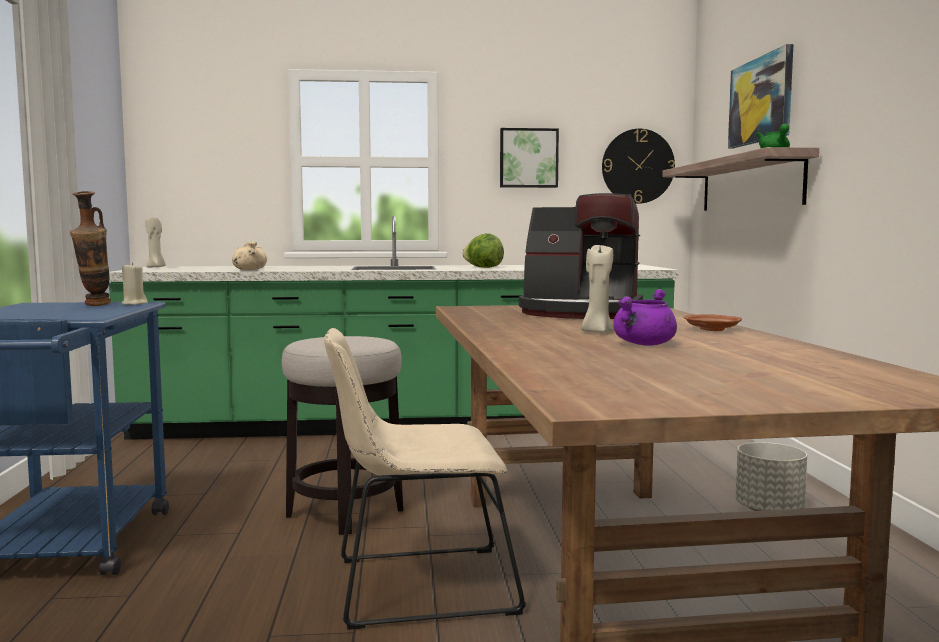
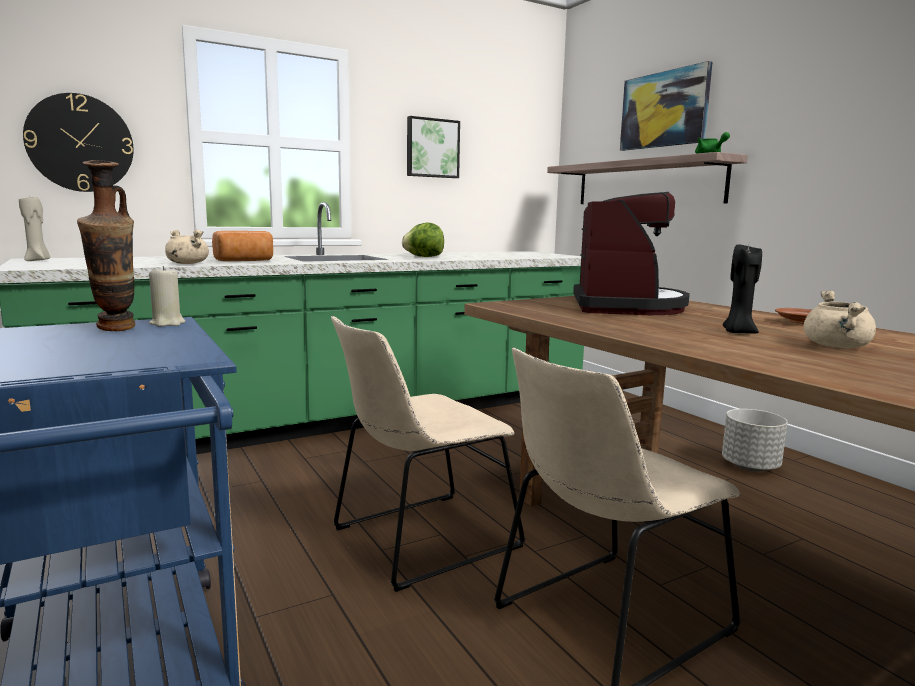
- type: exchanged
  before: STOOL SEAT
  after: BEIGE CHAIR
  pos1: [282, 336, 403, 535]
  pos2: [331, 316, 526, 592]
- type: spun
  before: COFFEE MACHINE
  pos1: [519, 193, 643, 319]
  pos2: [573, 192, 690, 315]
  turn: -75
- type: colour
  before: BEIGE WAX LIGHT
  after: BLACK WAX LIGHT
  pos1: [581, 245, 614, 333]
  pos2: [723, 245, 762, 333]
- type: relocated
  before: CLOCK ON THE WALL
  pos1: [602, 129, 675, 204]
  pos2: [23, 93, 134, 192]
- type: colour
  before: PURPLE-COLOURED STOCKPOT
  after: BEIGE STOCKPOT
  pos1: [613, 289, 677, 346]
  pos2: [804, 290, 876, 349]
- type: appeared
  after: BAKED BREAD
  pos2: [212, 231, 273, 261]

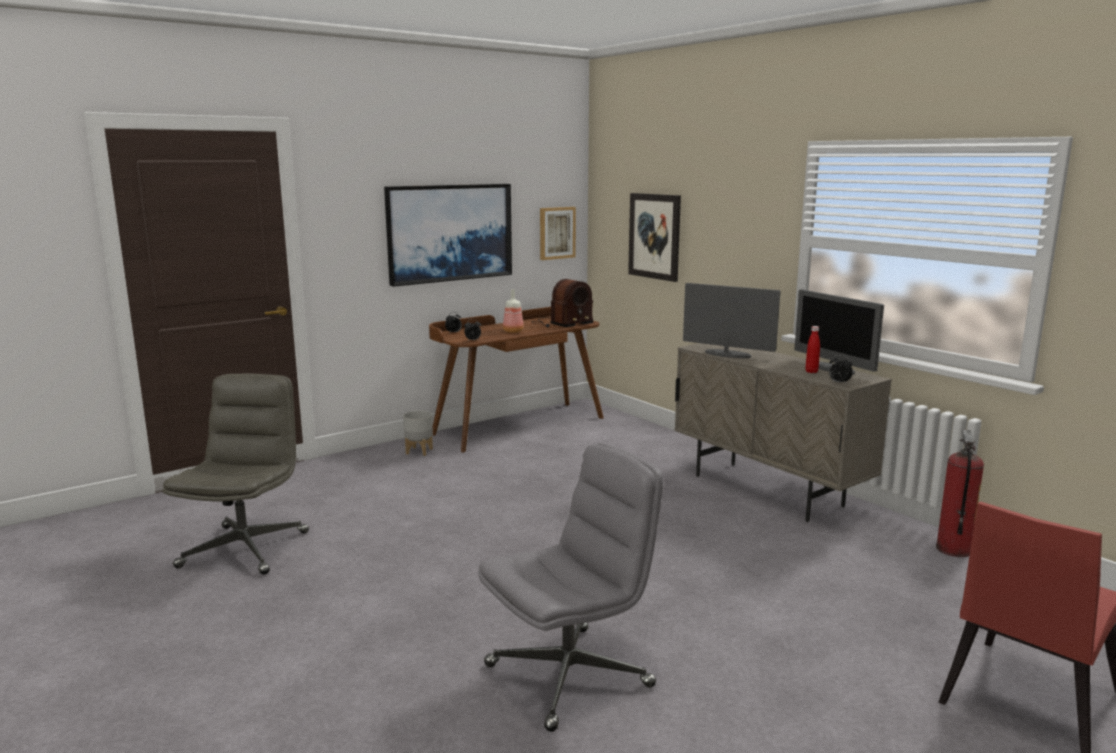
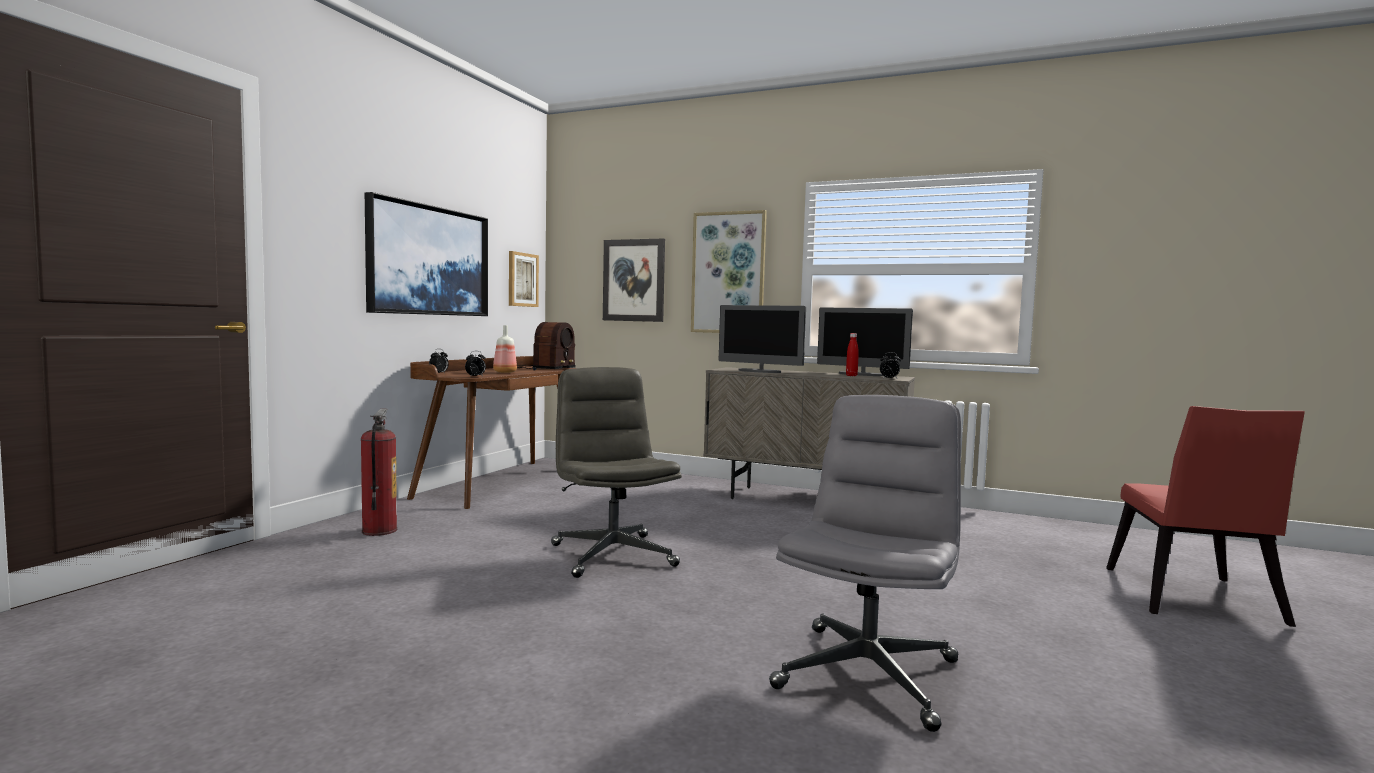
- type: relocated
  before: GREYISH COMPUTER CHAIR
  pos1: [163, 374, 309, 575]
  pos2: [551, 367, 682, 578]
- type: missing
  before: GREYISH PLANTER
  pos1: [403, 410, 433, 456]
- type: spun
  before: MONITOR
  pos1: [683, 283, 781, 358]
  pos2: [718, 305, 806, 373]
  turn: -150
- type: relocated
  before: FIRE EXTINGUISHER
  pos1: [936, 430, 984, 557]
  pos2: [361, 409, 397, 536]
- type: appeared
  after: WALL PICTURE
  pos2: [691, 210, 767, 333]

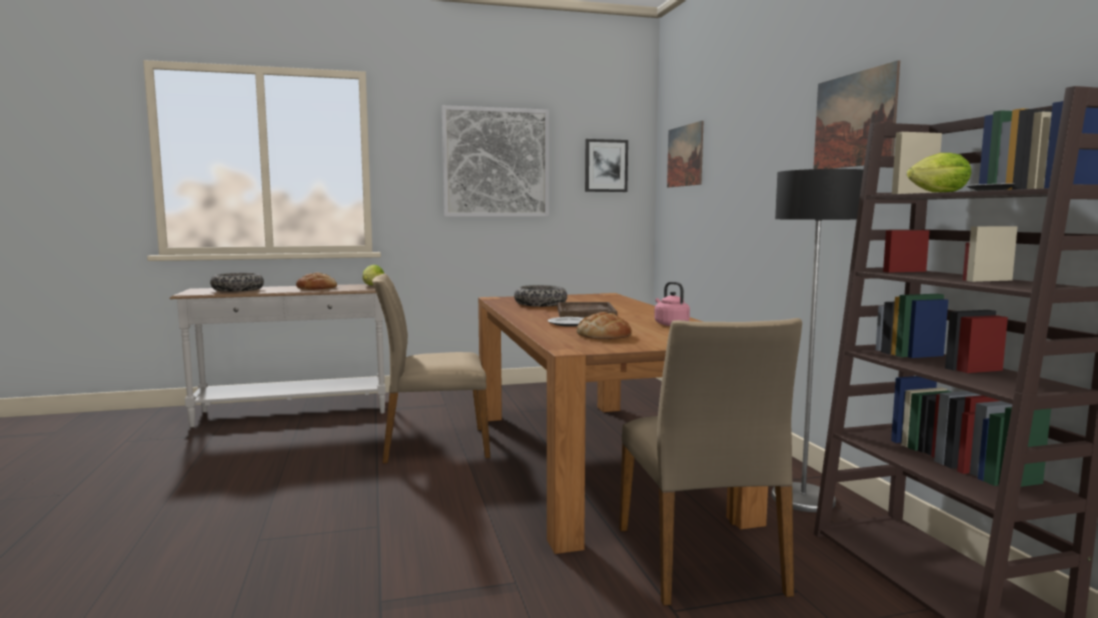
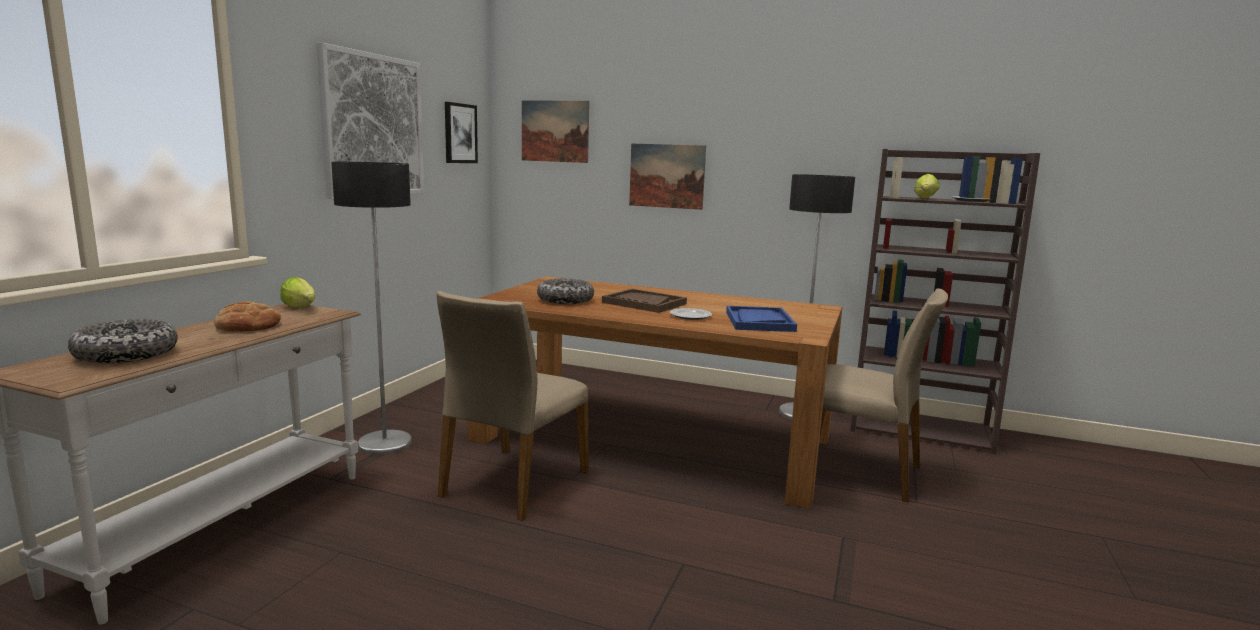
- type: exchanged
  before: BAKED BREAD
  after: BLUISH CARRYING TRAY
  pos1: [577, 312, 632, 339]
  pos2: [726, 306, 797, 332]
- type: missing
  before: PINKISH KETTLE
  pos1: [654, 282, 690, 326]
- type: relocated
  before: WALL PICTURE
  pos1: [814, 60, 900, 169]
  pos2: [629, 143, 706, 210]
- type: appeared
  after: STANDING LAMP
  pos2: [331, 162, 412, 455]

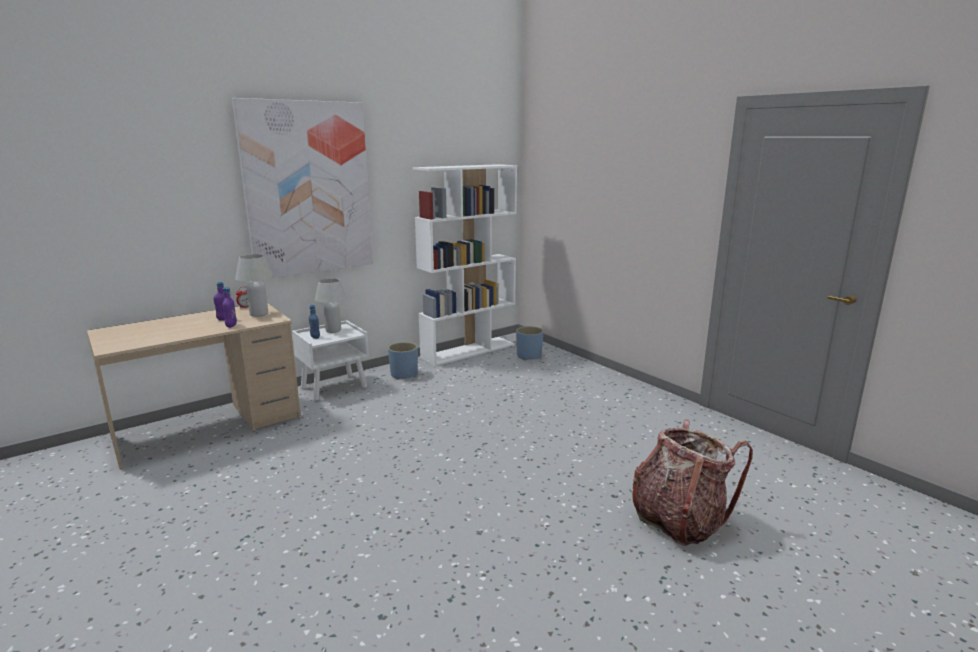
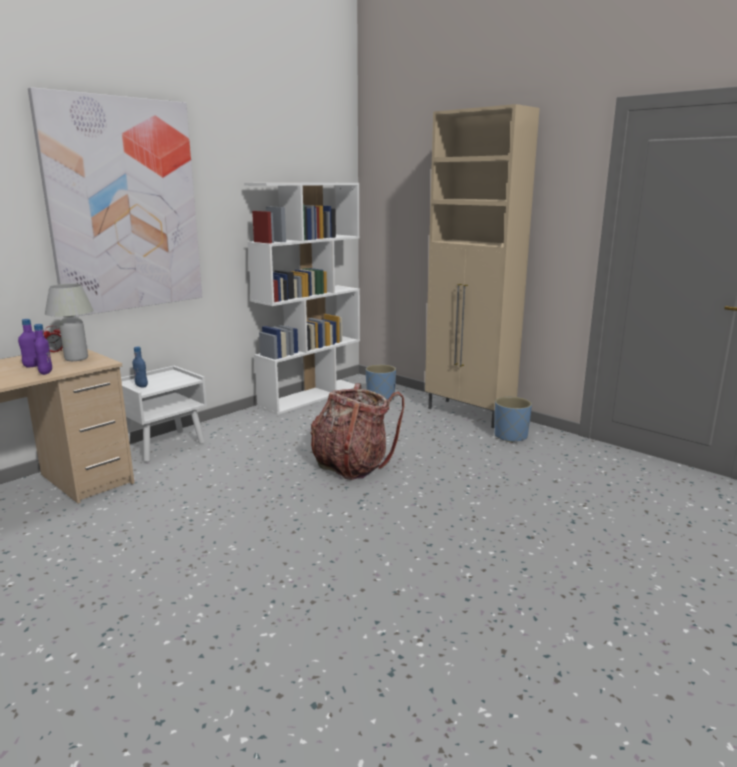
- type: missing
  before: WHITISH TABLE LAMP
  pos1: [315, 278, 347, 333]
- type: relocated
  before: BLUISH PLANTER
  pos1: [388, 342, 418, 380]
  pos2: [494, 397, 532, 443]
- type: relocated
  before: BACKPACK
  pos1: [632, 419, 753, 546]
  pos2: [310, 383, 405, 480]
- type: appeared
  after: BEIGE CUPBOARD
  pos2: [425, 104, 540, 428]

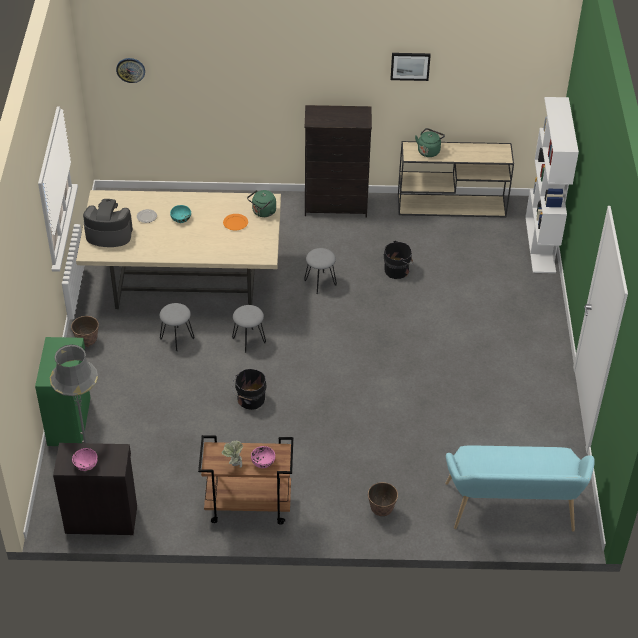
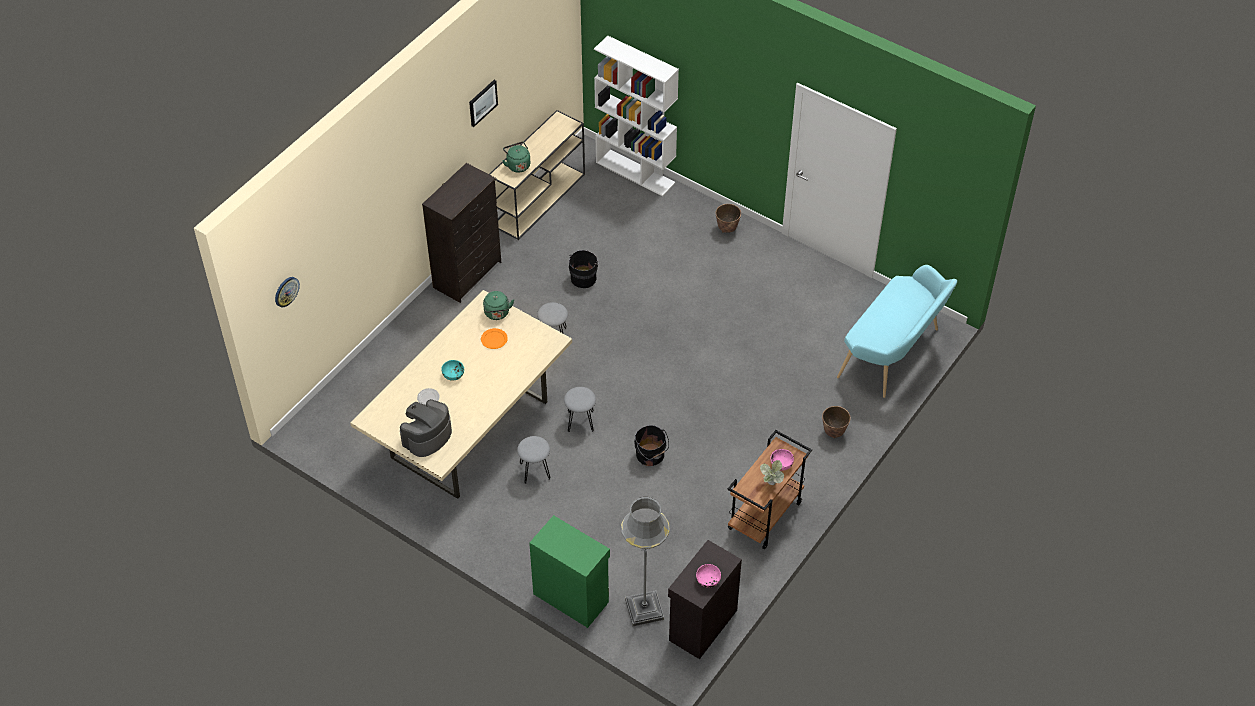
- type: relocated
  before: PLANTER
  pos1: [71, 316, 99, 347]
  pos2: [715, 204, 741, 233]

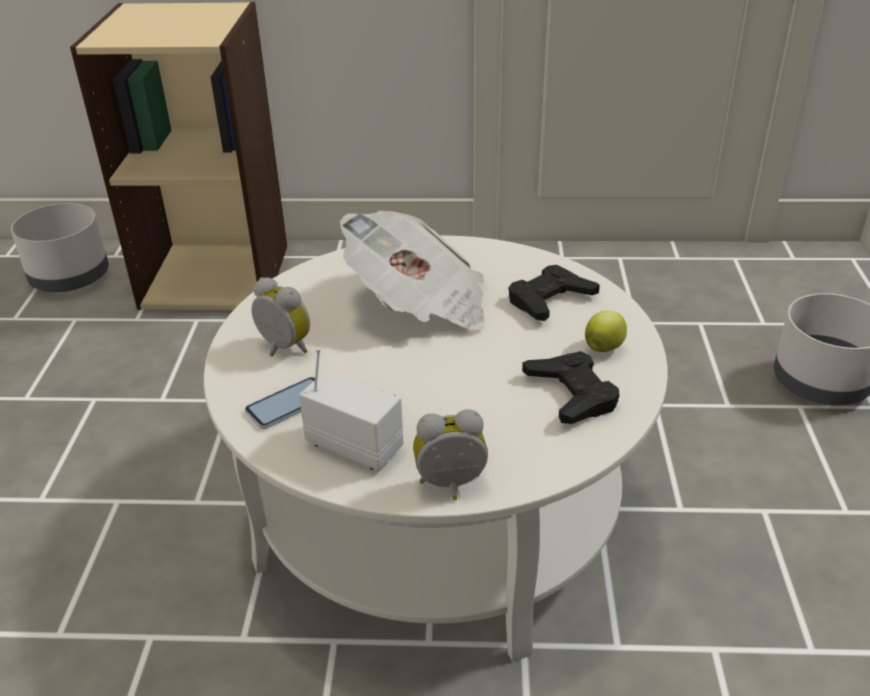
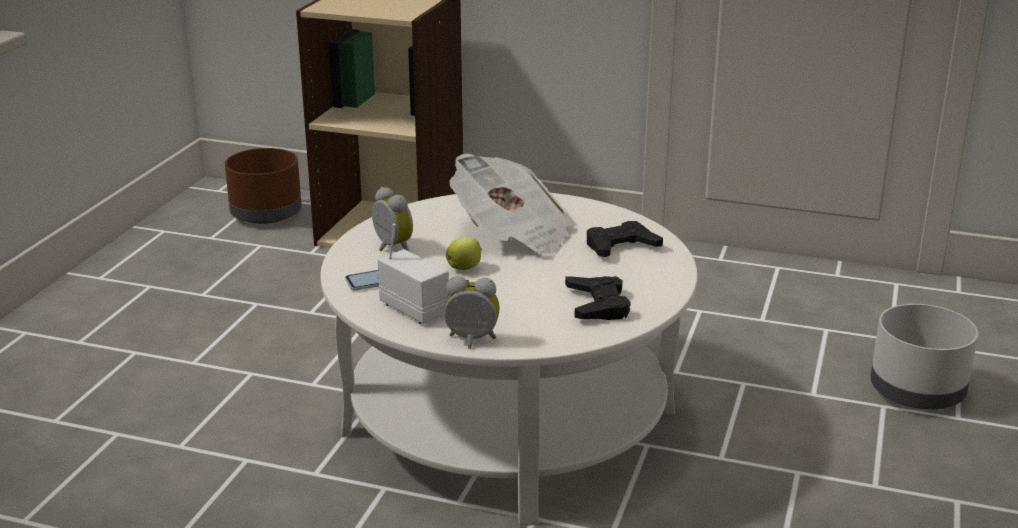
- type: colour
  before: GREYISH PLANTER
  after: BROWN-COLOURED PLANTER
  pos1: [11, 203, 109, 292]
  pos2: [225, 148, 302, 224]
- type: relocated
  before: WHOLE APPLE
  pos1: [585, 311, 627, 352]
  pos2: [446, 237, 482, 270]

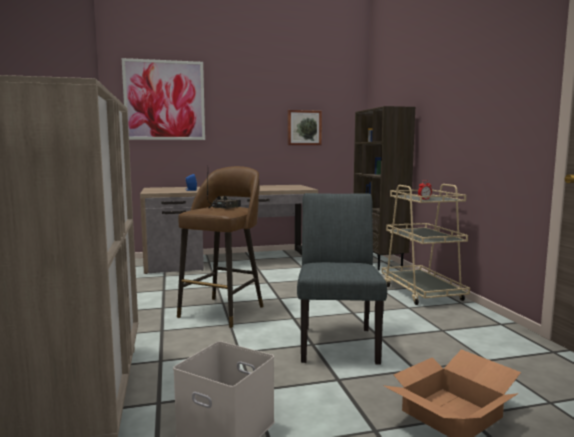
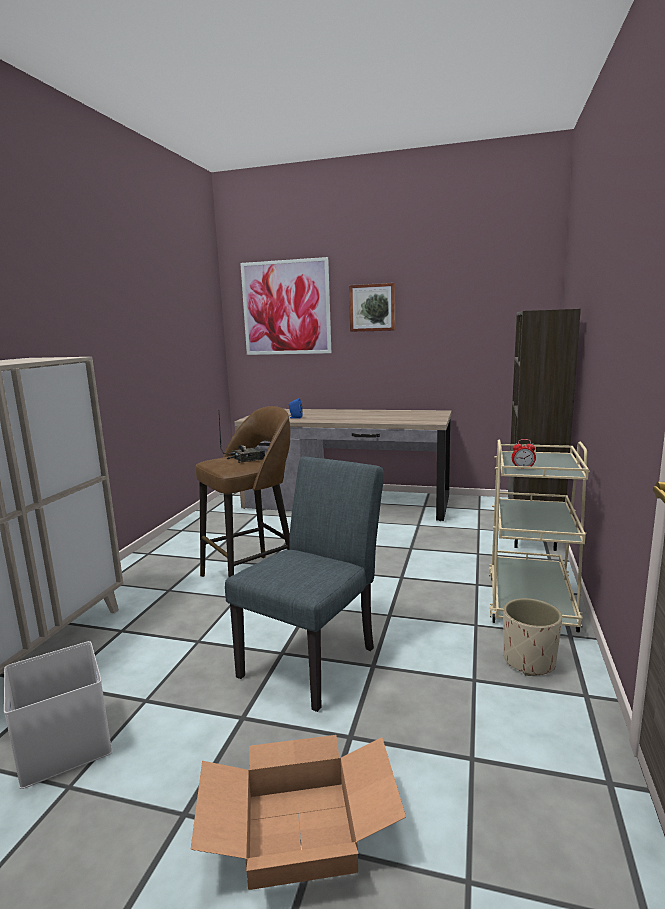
- type: relocated
  before: WALL PICTURE
  pos1: [288, 110, 322, 145]
  pos2: [349, 283, 395, 332]
- type: appeared
  after: BEIGE PLANTER
  pos2: [503, 598, 562, 676]

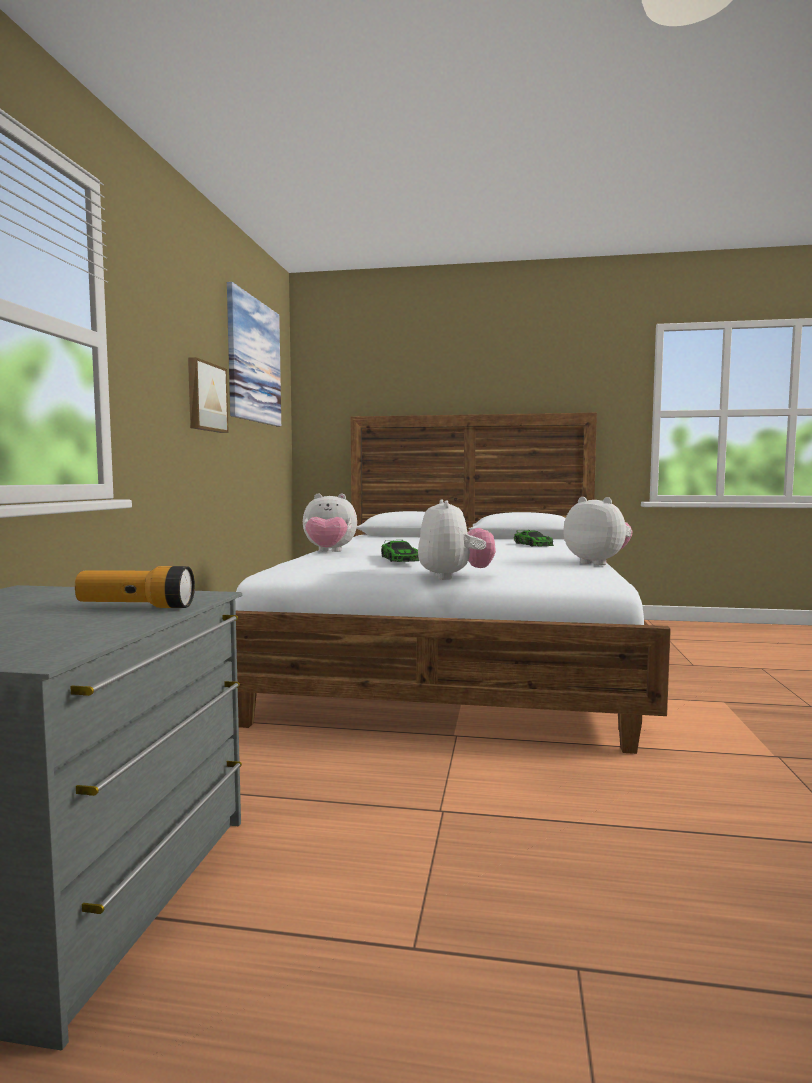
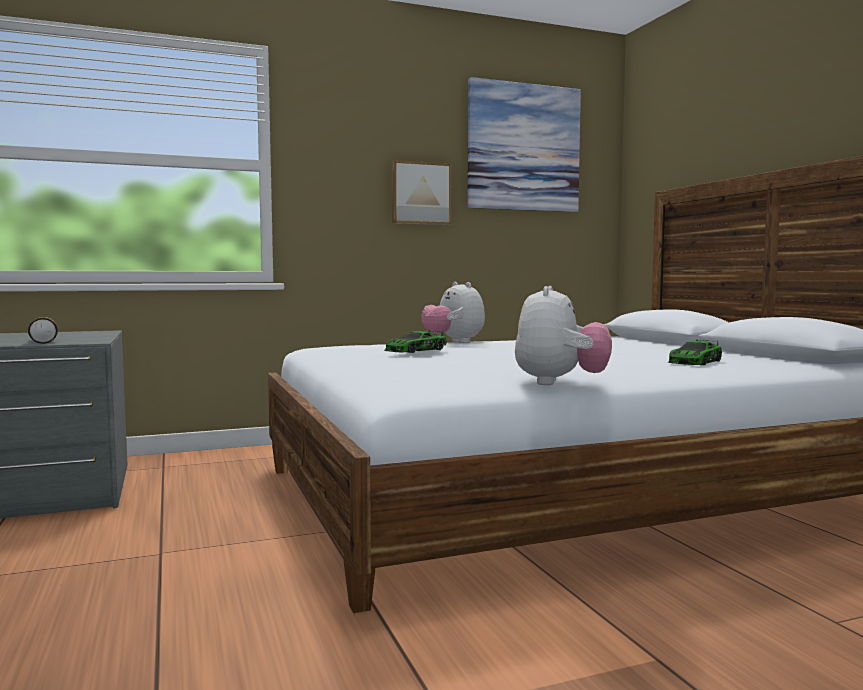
- type: missing
  before: PLUSH TOY
  pos1: [418, 500, 496, 580]

